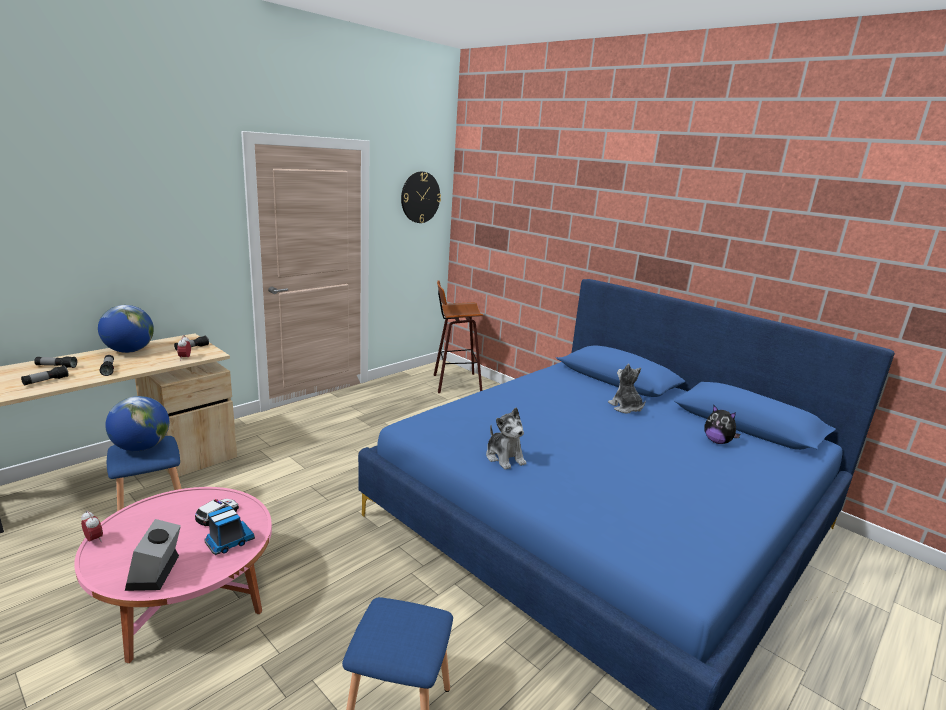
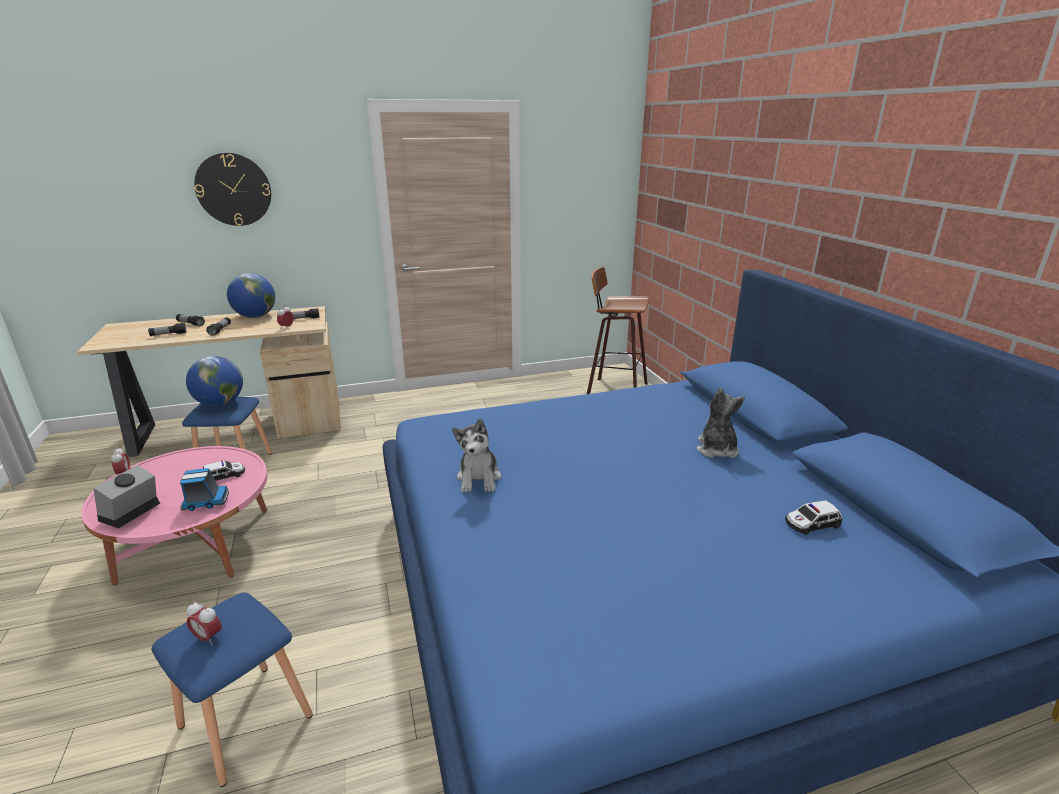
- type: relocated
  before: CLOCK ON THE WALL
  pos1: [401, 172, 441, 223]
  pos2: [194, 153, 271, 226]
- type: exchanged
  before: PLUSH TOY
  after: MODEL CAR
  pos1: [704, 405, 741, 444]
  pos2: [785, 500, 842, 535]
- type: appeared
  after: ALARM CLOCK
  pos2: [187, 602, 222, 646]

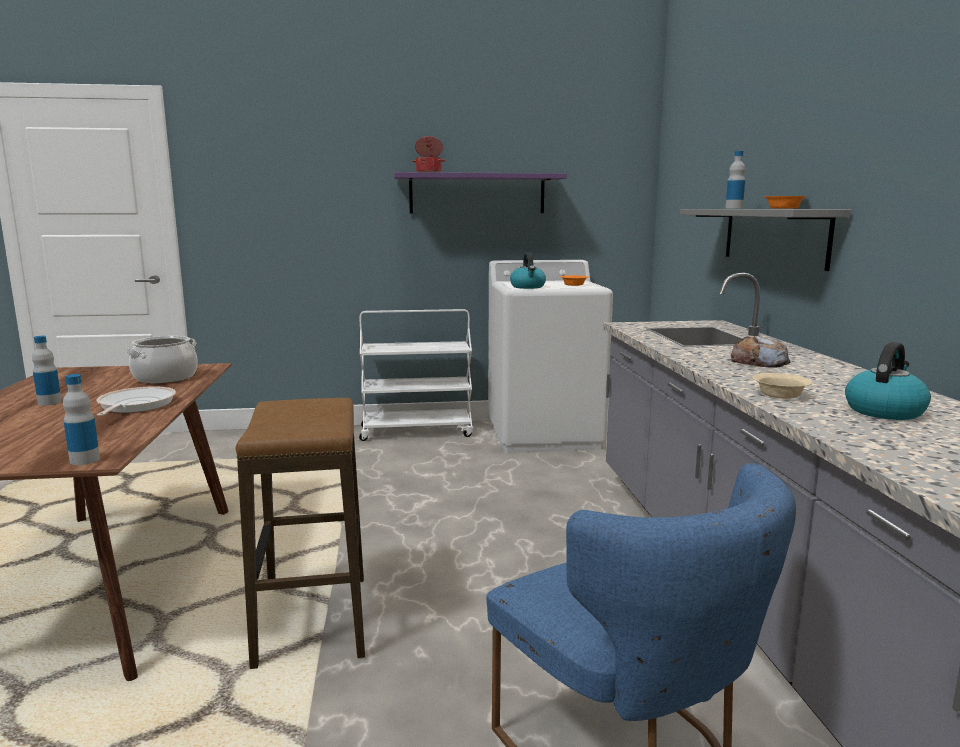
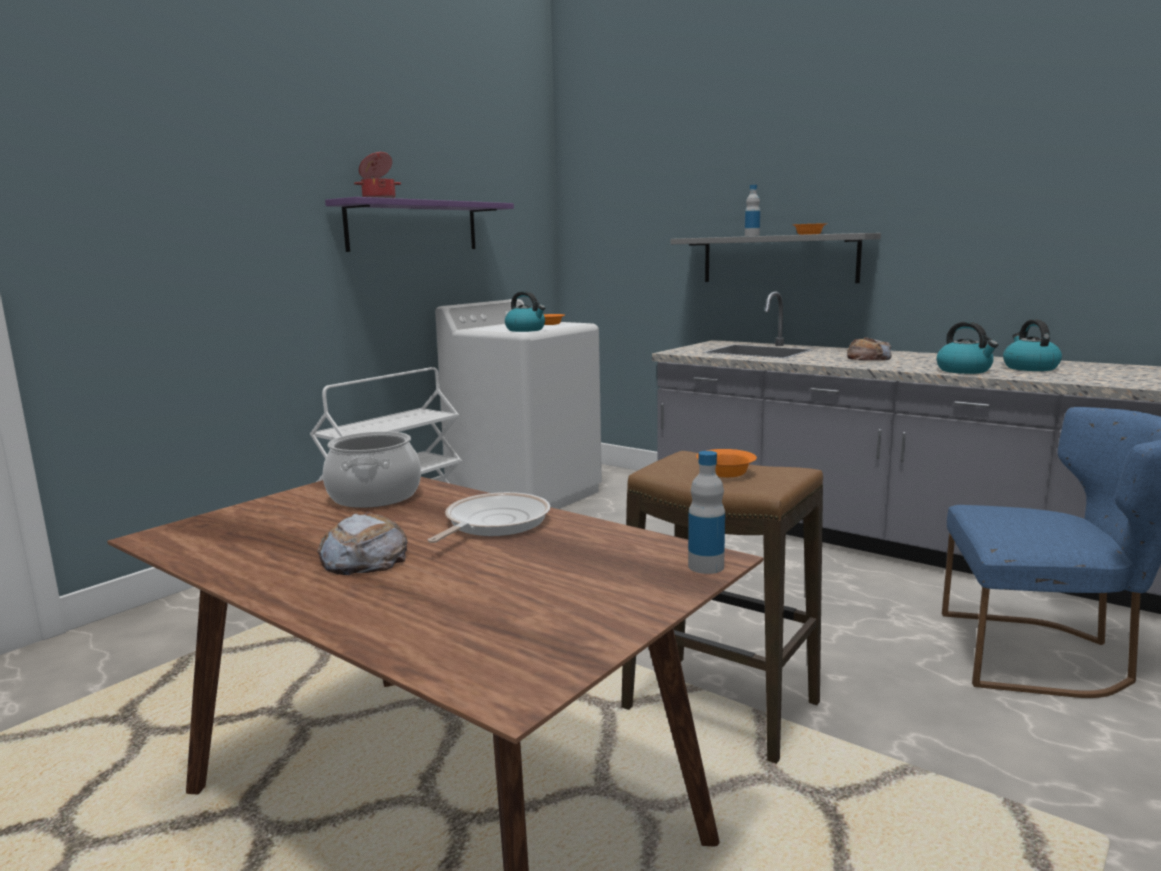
- type: exchanged
  before: BOTTLE
  after: BAKED BREAD
  pos1: [32, 336, 62, 406]
  pos2: [317, 512, 408, 575]
- type: spun
  before: PAN
  pos1: [96, 386, 176, 416]
  pos2: [428, 492, 550, 543]
  turn: 75
- type: exchanged
  before: BEIGE SERVING BOWL
  after: KETTLE
  pos1: [752, 373, 812, 399]
  pos2: [937, 321, 998, 374]
- type: appeared
  after: ORANGE-COLOURED SERVING BOWL
  pos2: [696, 449, 757, 477]

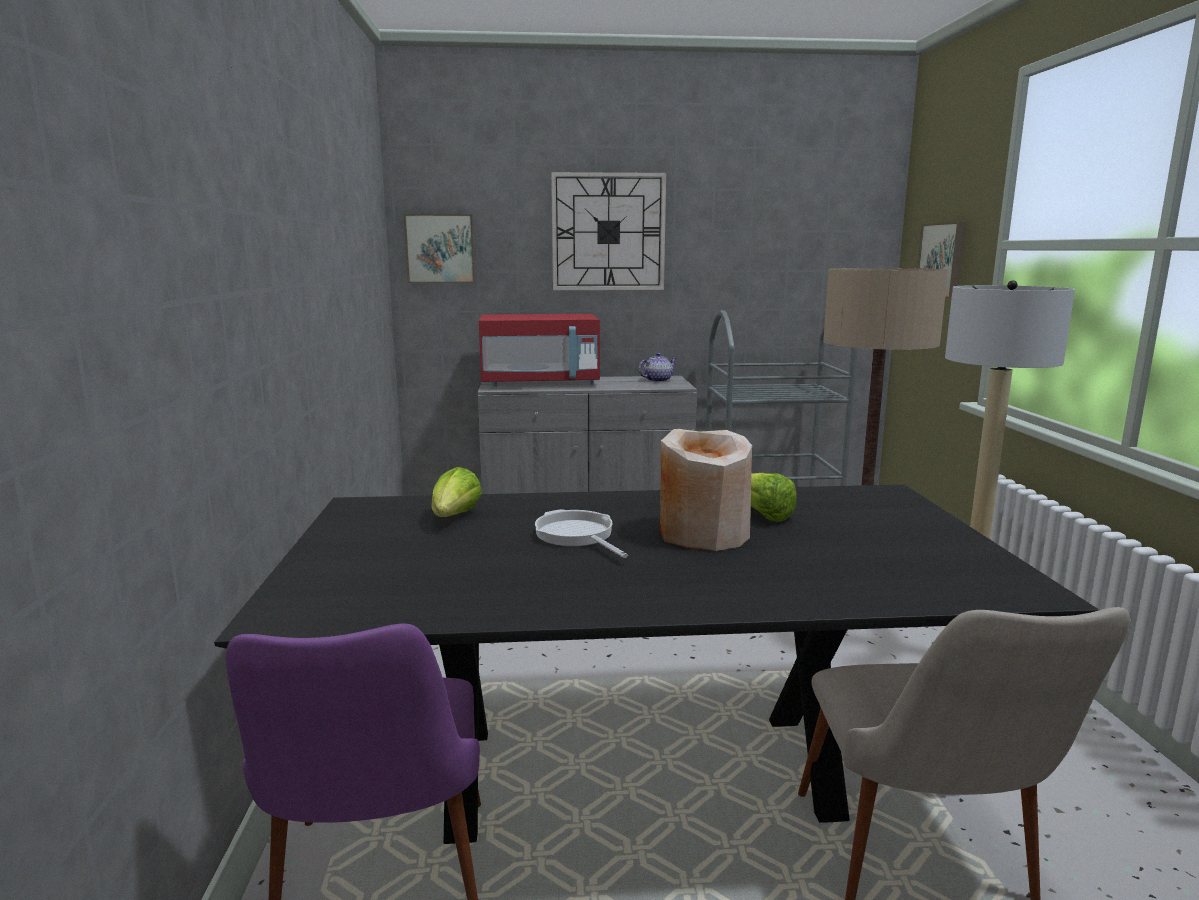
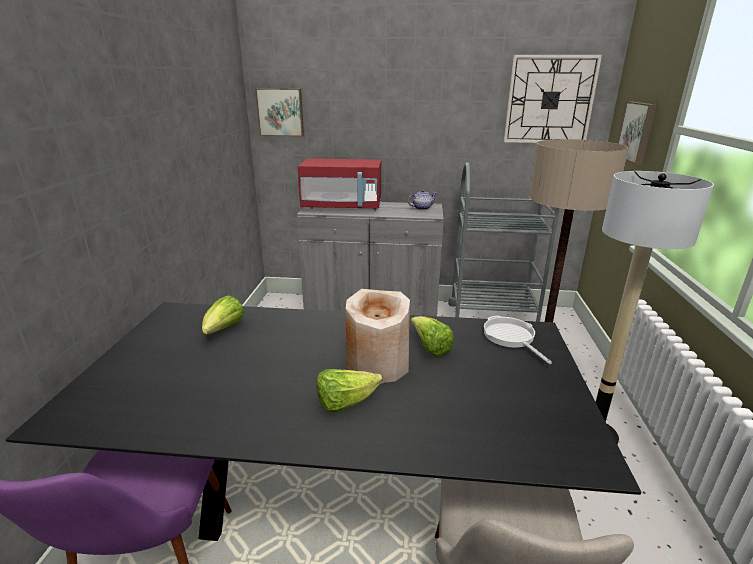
- type: relocated
  before: PAN
  pos1: [535, 509, 628, 558]
  pos2: [484, 316, 552, 364]
- type: relocated
  before: CLOCK ON THE WALL
  pos1: [551, 172, 666, 290]
  pos2: [504, 55, 602, 143]
- type: appeared
  after: LETTUCE HEAD
  pos2: [316, 369, 382, 412]

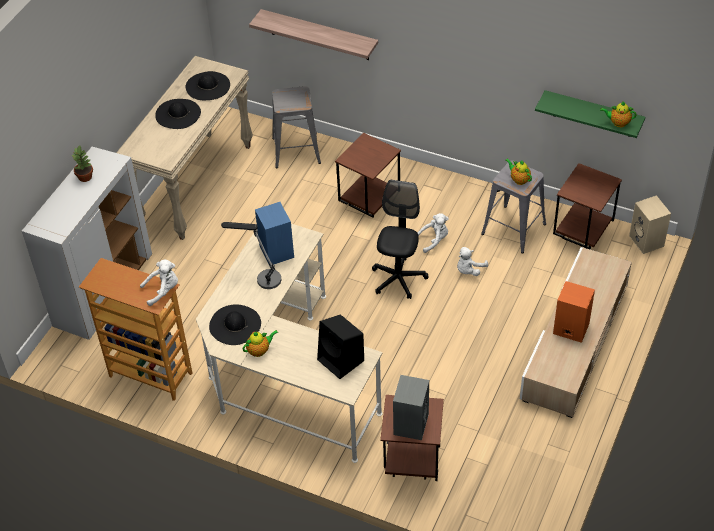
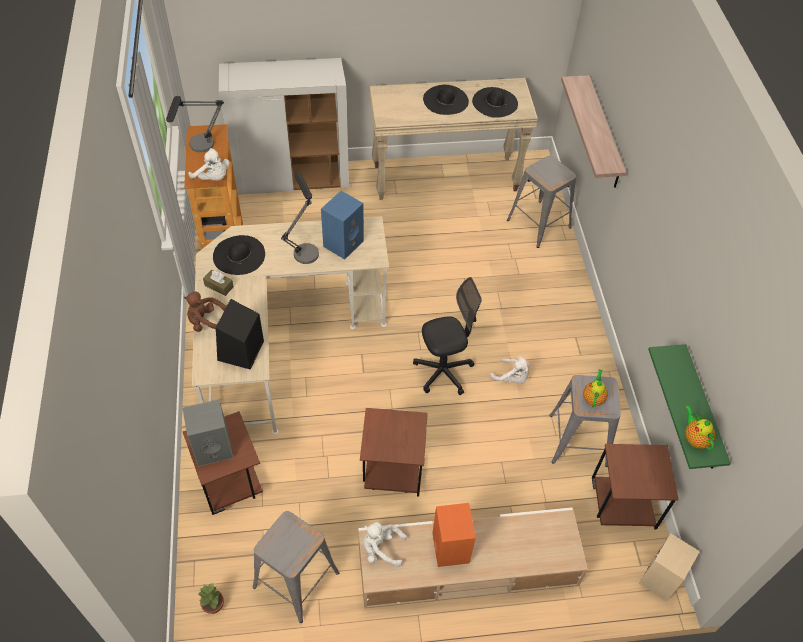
- type: relocated
  before: HOUSEPLANT
  pos1: [71, 146, 93, 182]
  pos2: [198, 583, 224, 614]
- type: exchanged
  before: POT FOR TEA
  after: BROWN-COLOURED TISSUE BOX
  pos1: [243, 330, 278, 357]
  pos2: [203, 270, 234, 296]
- type: relocated
  before: BROWN-COLOURED SIDE TABLE
  pos1: [335, 133, 401, 217]
  pos2: [360, 408, 428, 497]
- type: relocated
  before: WHITISH PLUSH TOY
  pos1: [457, 247, 488, 276]
  pos2: [363, 522, 407, 567]
- type: appeared
  after: TABLE LAMP
  pos2: [166, 96, 224, 152]
- type: appeared
  after: BROWN-COLOURED PLUSH TOY
  pos2: [184, 292, 227, 332]
- type: appeared
  after: GREYISH STOOL SEAT
  pos2: [253, 511, 339, 623]

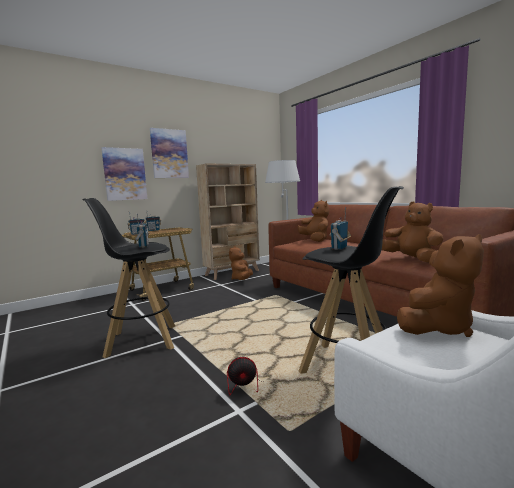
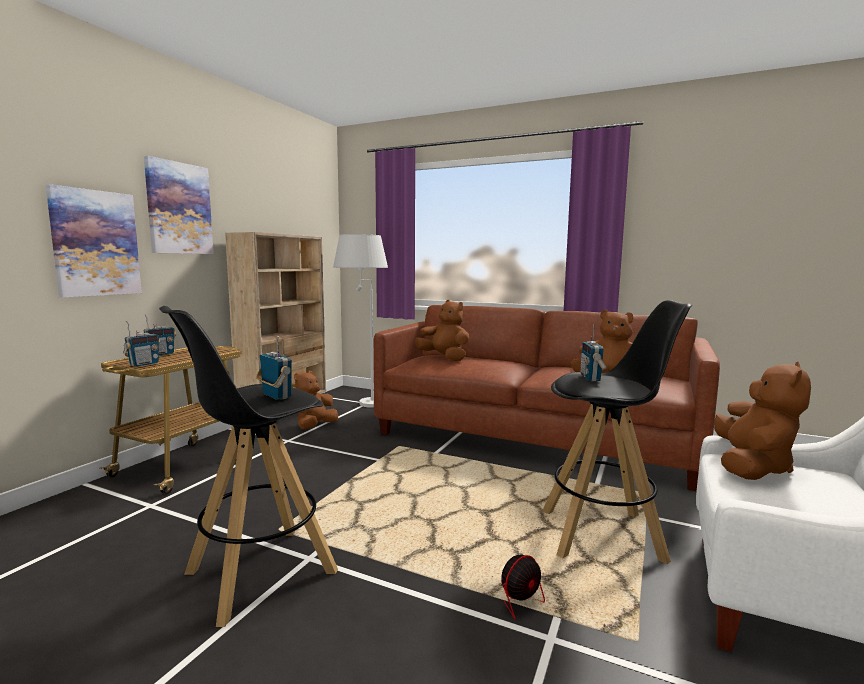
- type: spun
  before: BROWN-COLOURED PLUSH TOY
  pos1: [229, 246, 253, 280]
  pos2: [294, 371, 338, 430]
  turn: 45

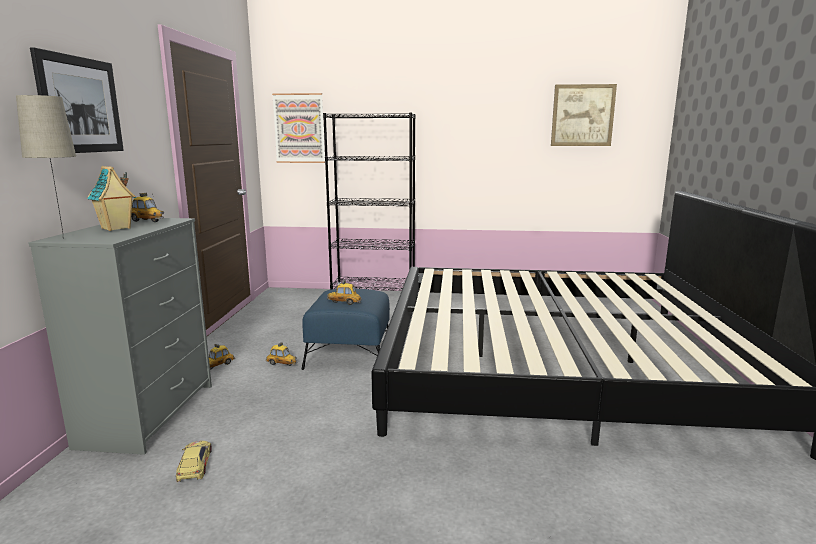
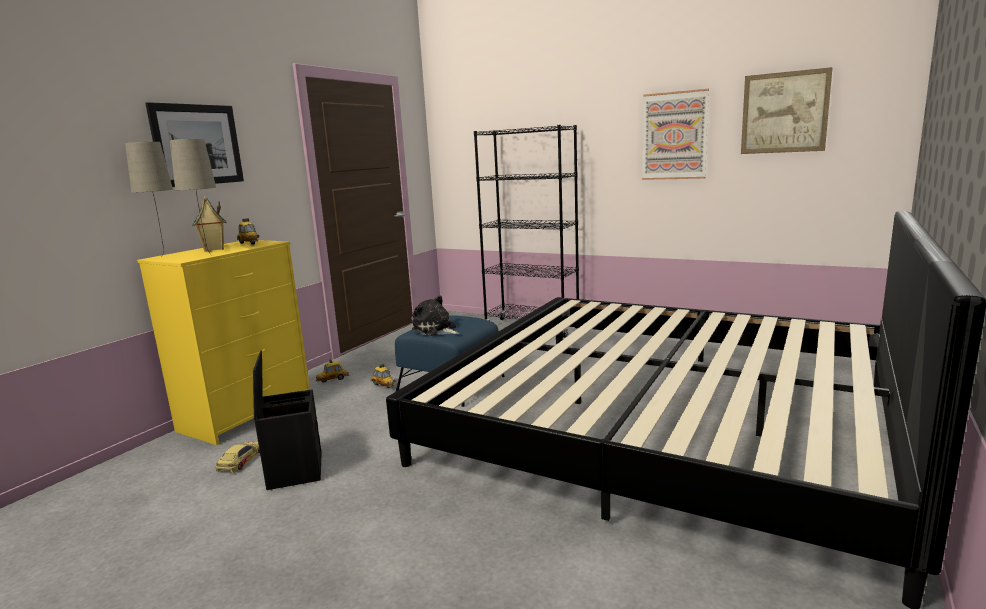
- type: colour
  before: GREYISH DRAWER CHEST
  after: YELLOW-COLOURED DRAWER CHEST
  pos1: [29, 217, 212, 455]
  pos2: [137, 240, 310, 445]
- type: relocated
  before: WALL PICTURE
  pos1: [272, 93, 325, 163]
  pos2: [642, 89, 709, 180]
- type: exchanged
  before: MODEL CAR
  after: PLUSH TOY
  pos1: [327, 280, 362, 305]
  pos2: [412, 295, 460, 336]
- type: appeared
  after: BEIGE TABLE LAMP
  pos2: [170, 139, 216, 256]
- type: appeared
  after: BLACK STORAGE BIN
  pos2: [253, 351, 322, 490]

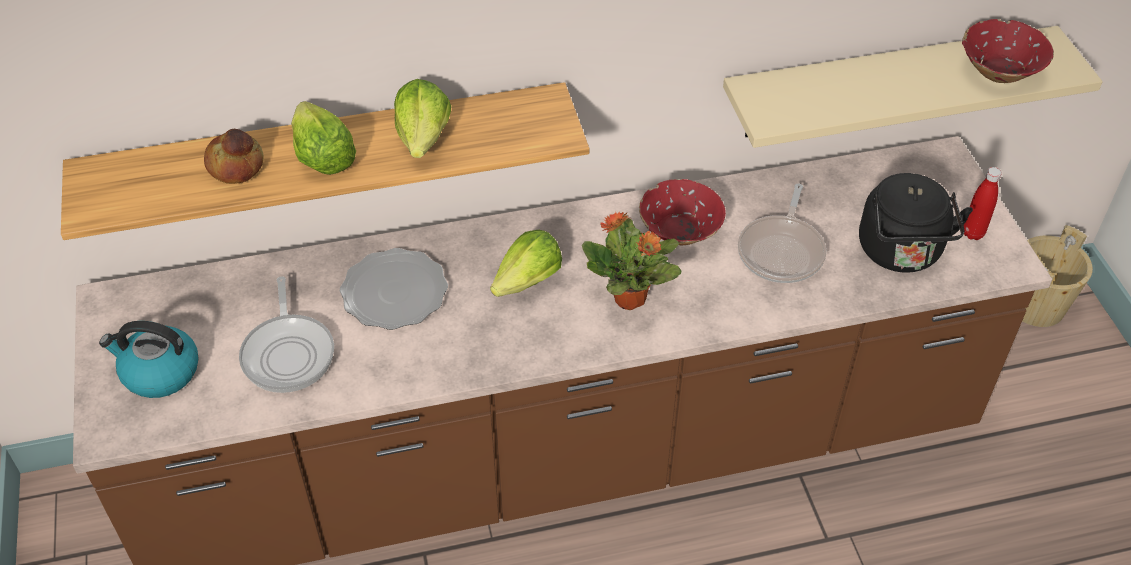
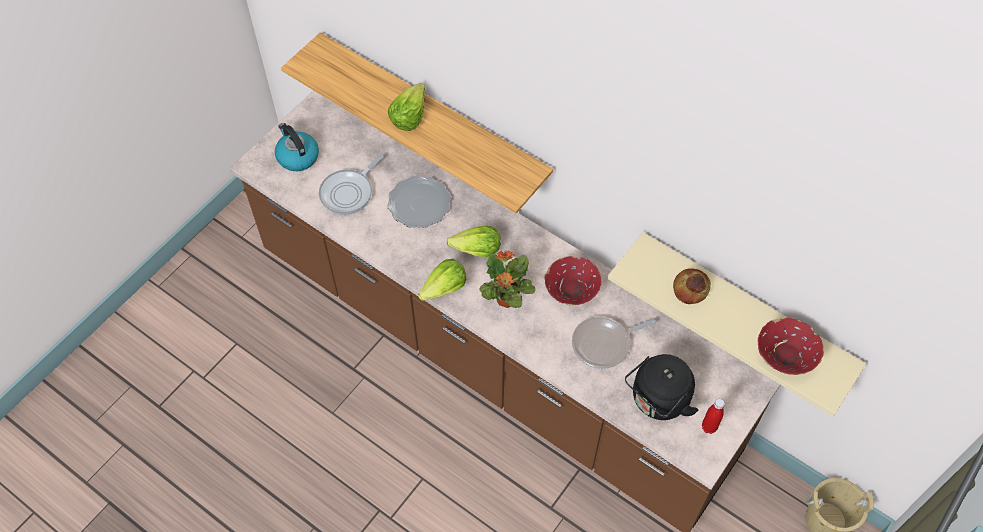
- type: relocated
  before: BAKED BREAD
  pos1: [204, 129, 264, 184]
  pos2: [673, 268, 711, 304]
- type: relocated
  before: LETTUCE HEAD
  pos1: [394, 79, 451, 158]
  pos2: [418, 259, 466, 301]

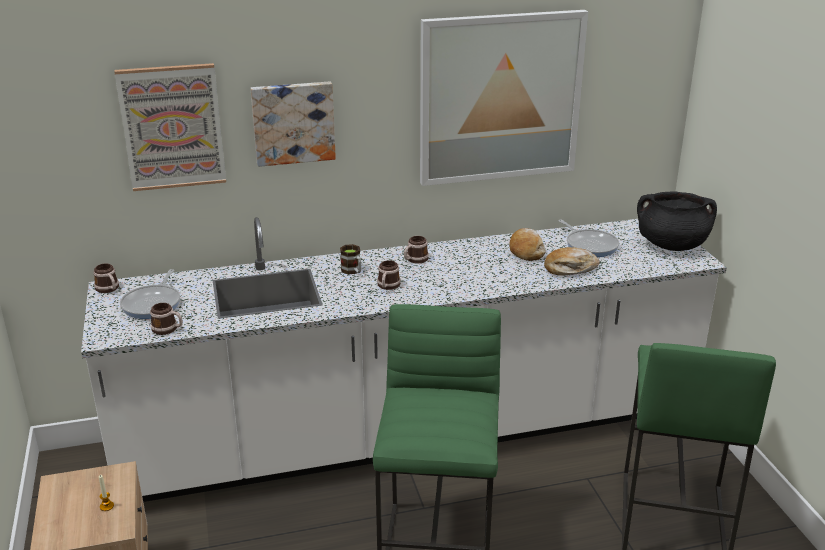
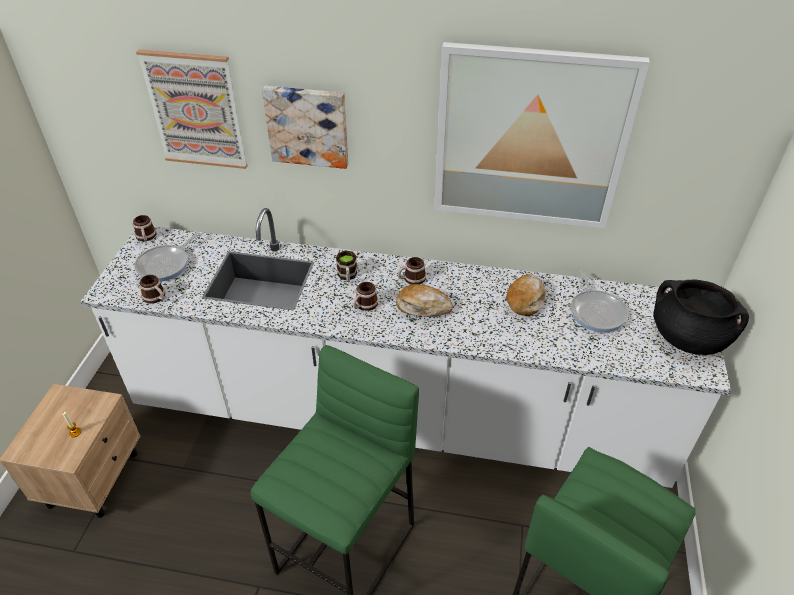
- type: relocated
  before: BAKED BREAD
  pos1: [544, 247, 600, 275]
  pos2: [396, 284, 453, 317]

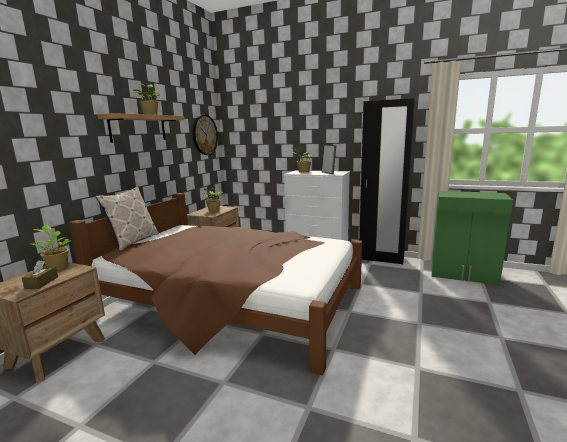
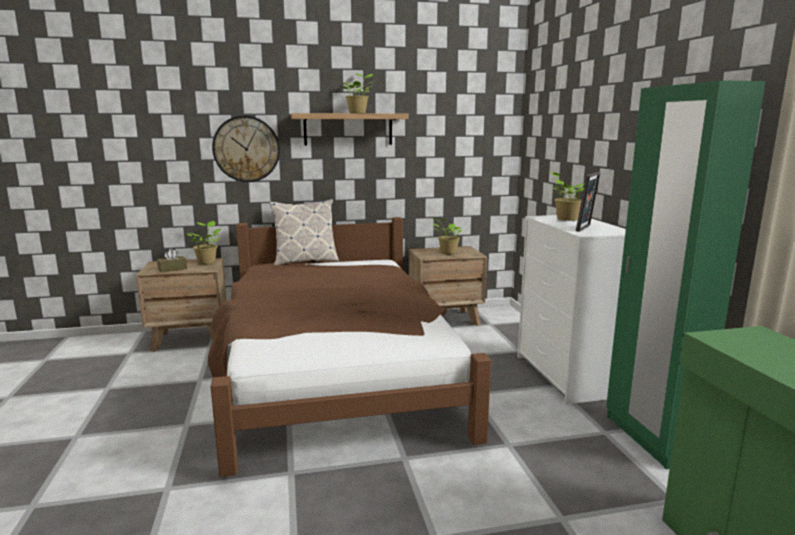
- type: relocated
  before: CLOCK ON THE WALL
  pos1: [193, 115, 218, 155]
  pos2: [212, 116, 280, 182]
- type: colour
  before: BLACK ARMOIRE
  after: GREEN-COLOURED ARMOIRE
  pos1: [359, 98, 415, 264]
  pos2: [606, 80, 766, 469]

